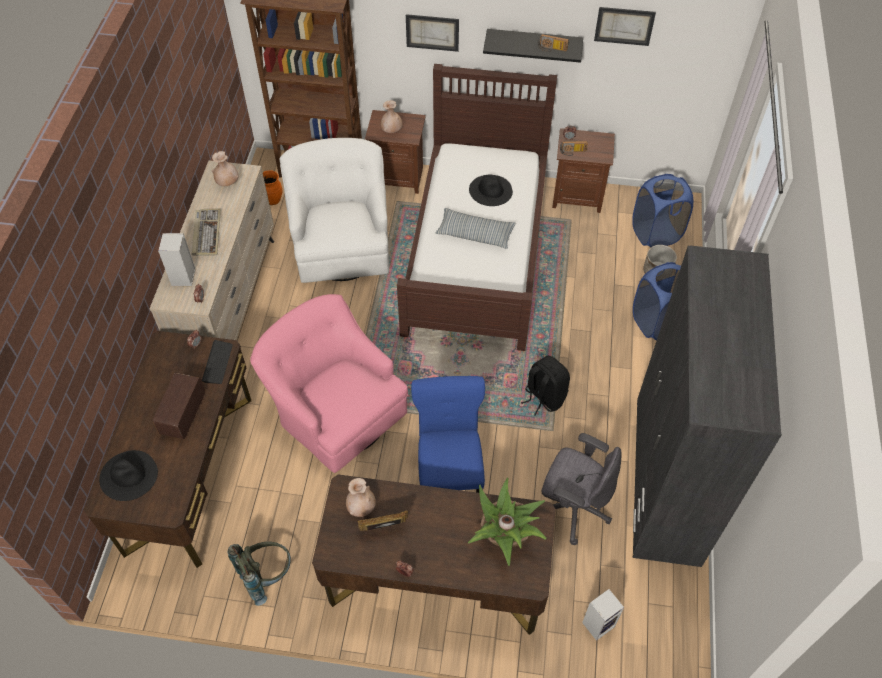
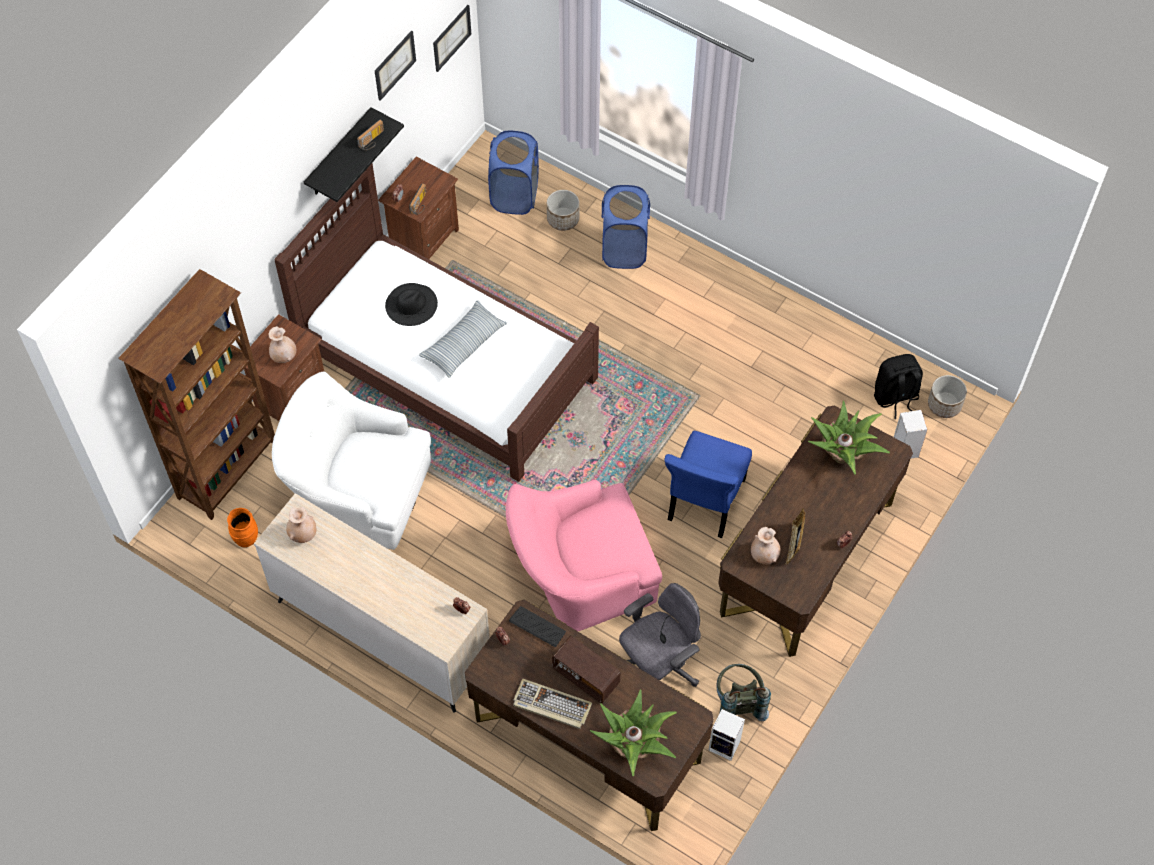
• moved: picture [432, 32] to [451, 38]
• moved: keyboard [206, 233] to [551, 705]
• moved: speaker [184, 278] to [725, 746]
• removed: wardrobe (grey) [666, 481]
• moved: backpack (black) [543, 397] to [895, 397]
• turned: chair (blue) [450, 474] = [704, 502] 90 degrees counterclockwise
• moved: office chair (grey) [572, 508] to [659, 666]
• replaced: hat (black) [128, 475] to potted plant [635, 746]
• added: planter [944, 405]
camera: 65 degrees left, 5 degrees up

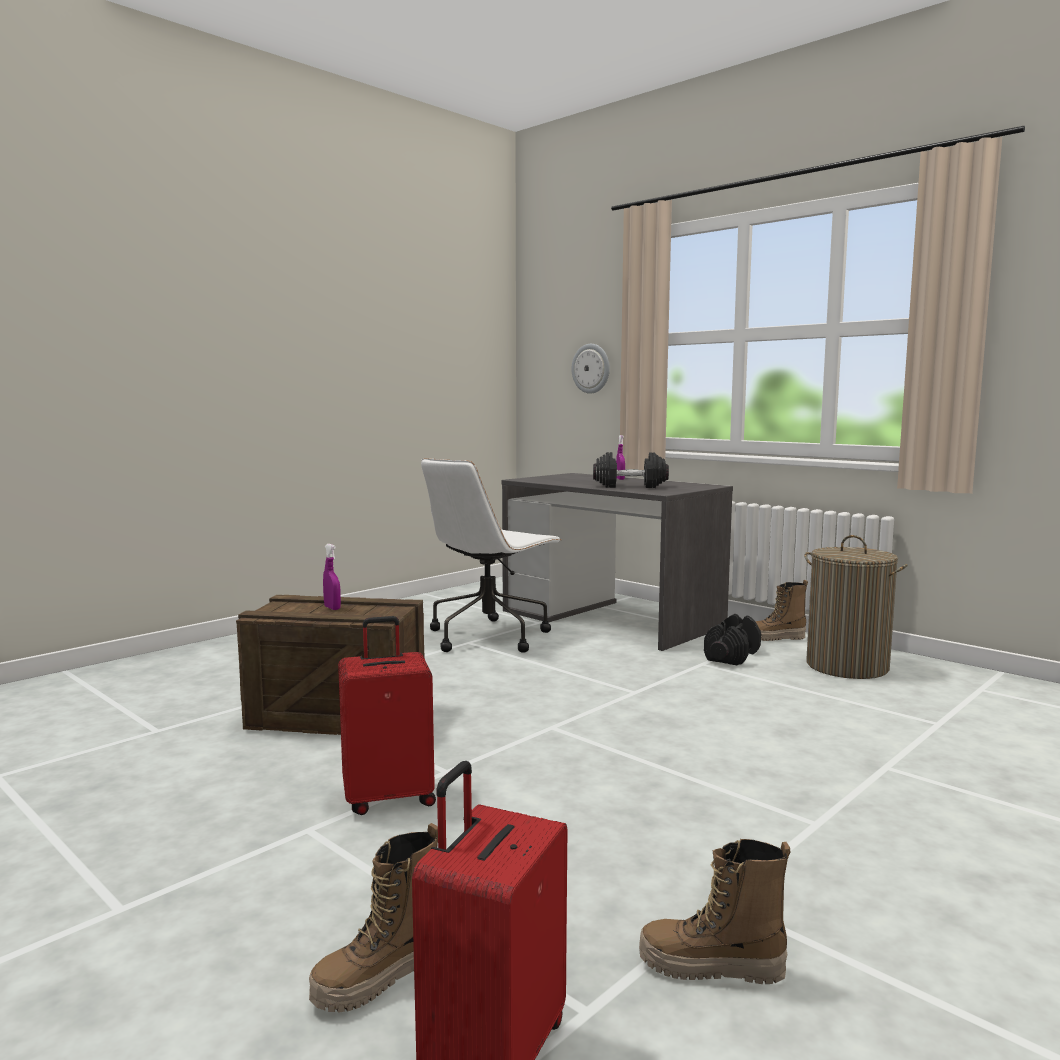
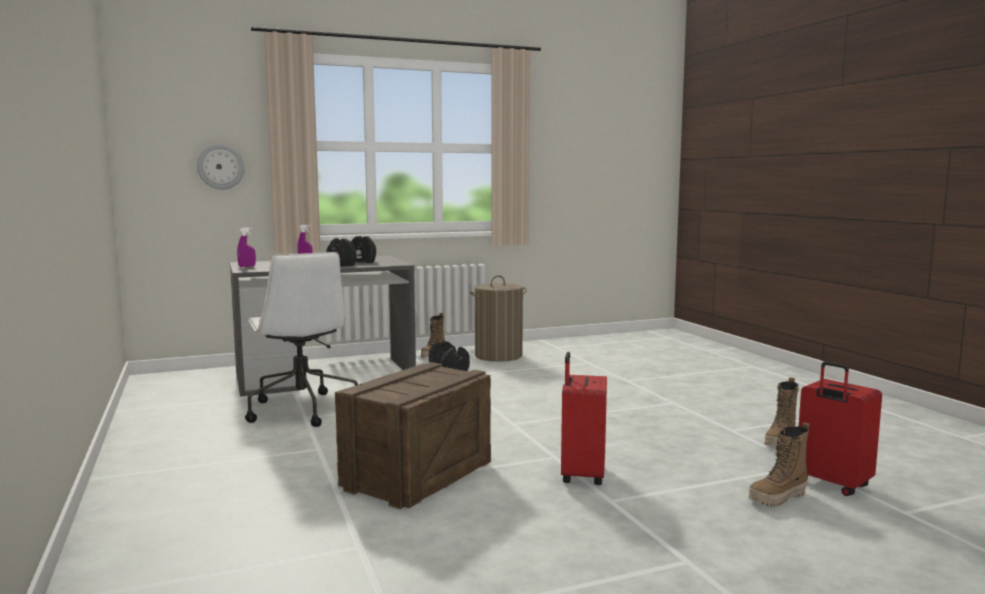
• moved: spray bottle (purple) [332, 608] to [247, 266]
• turned: boot [379, 979] = [778, 498] 75 degrees clockwise
camera: 65 degrees left, 0 degrees up

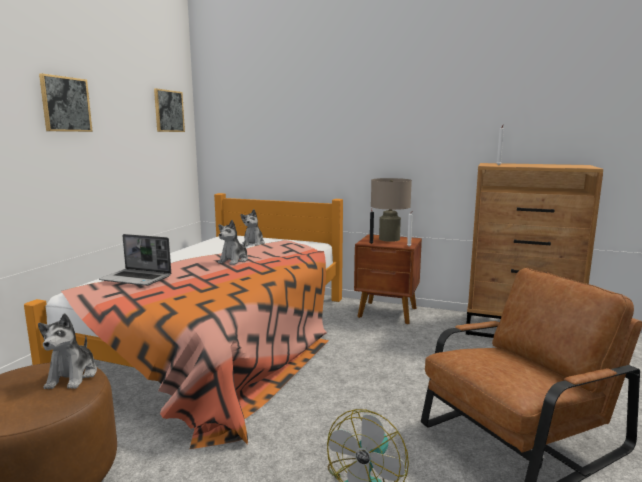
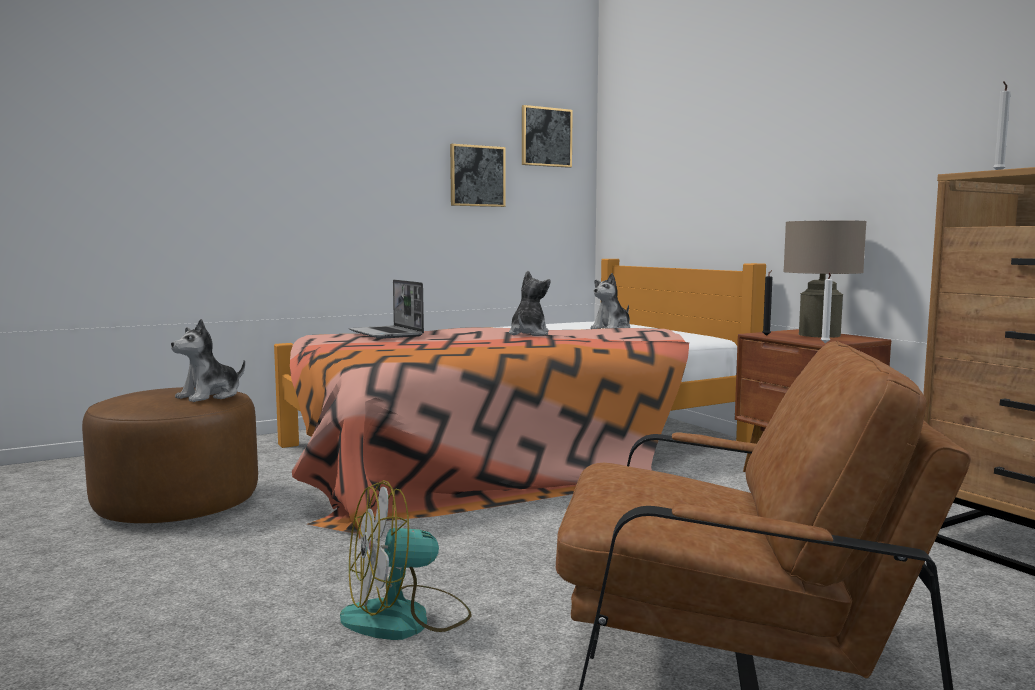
• moved: picture [65, 104] to [477, 176]
• turned: plush toy [234, 260] = [528, 334] 135 degrees clockwise
camera: 40 degrees right, 5 degrees down

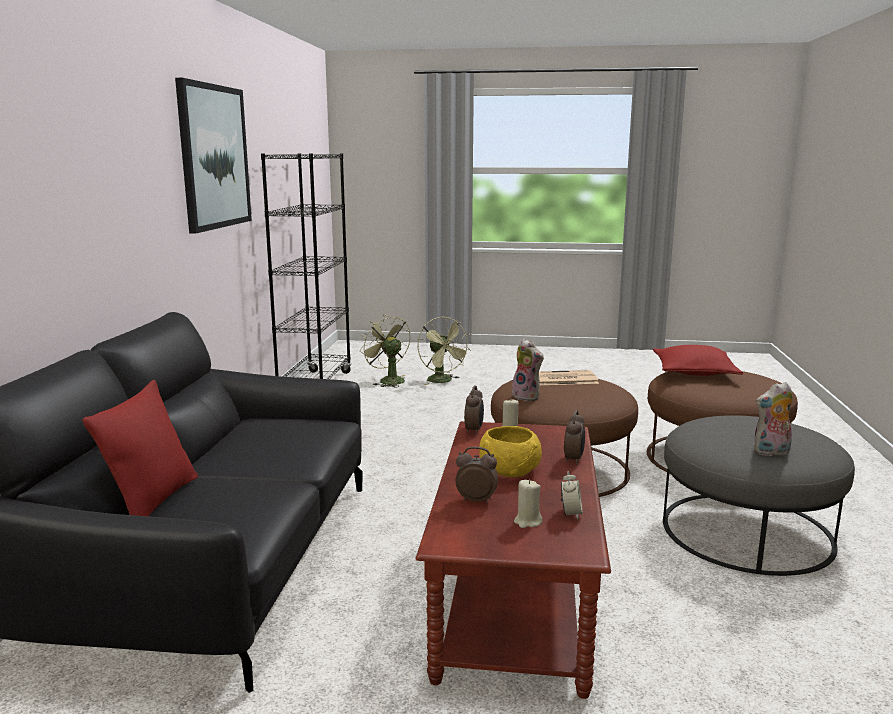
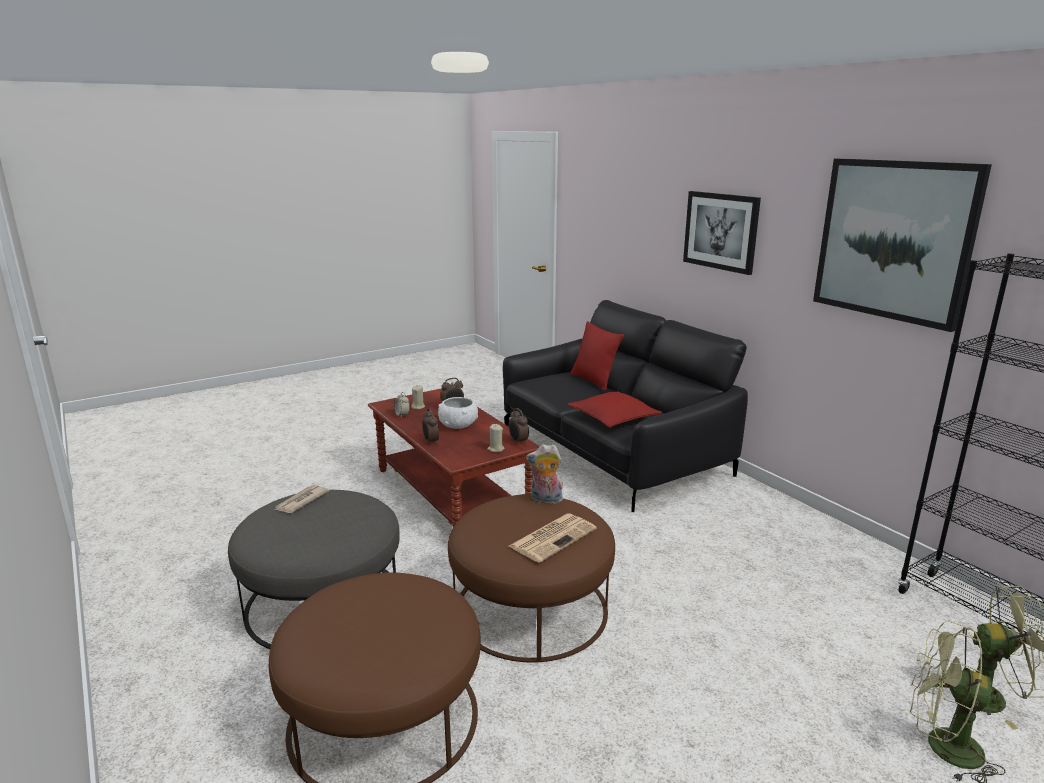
• moved: pillow (red) [694, 372] to [613, 418]
• replaced: plush toy [771, 453] to newspaper [301, 501]
• recoloured: bowl (yellow) [510, 470] to bowl (white) [458, 425]
• added: picture [721, 231]
camera: 140 degrees right, 5 degrees up

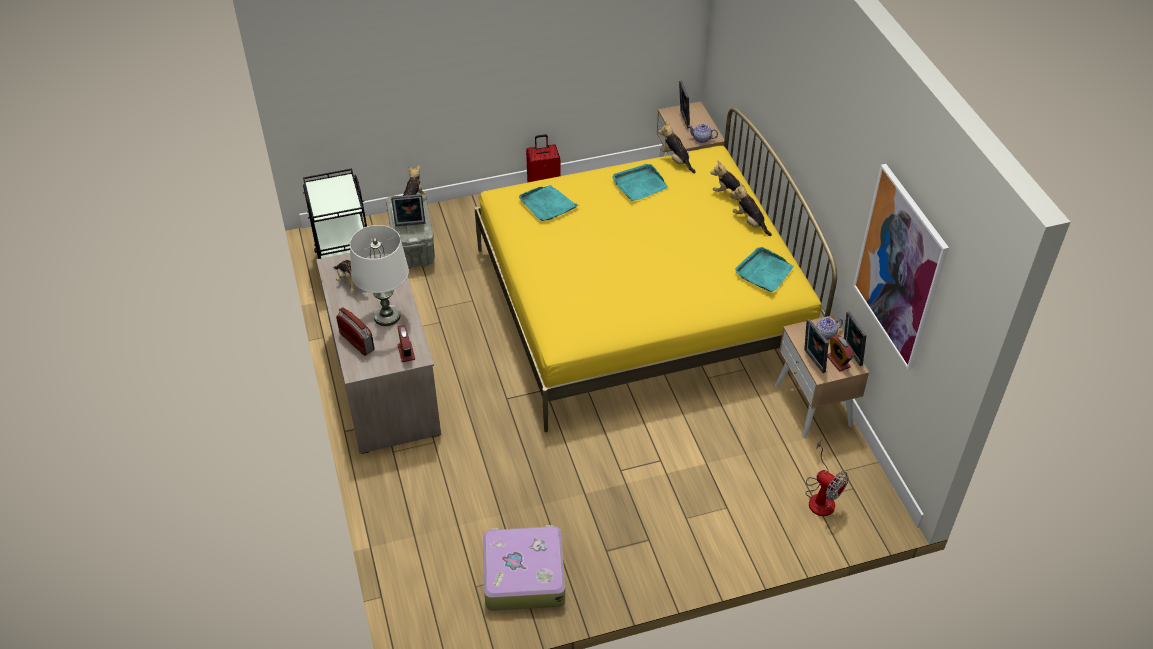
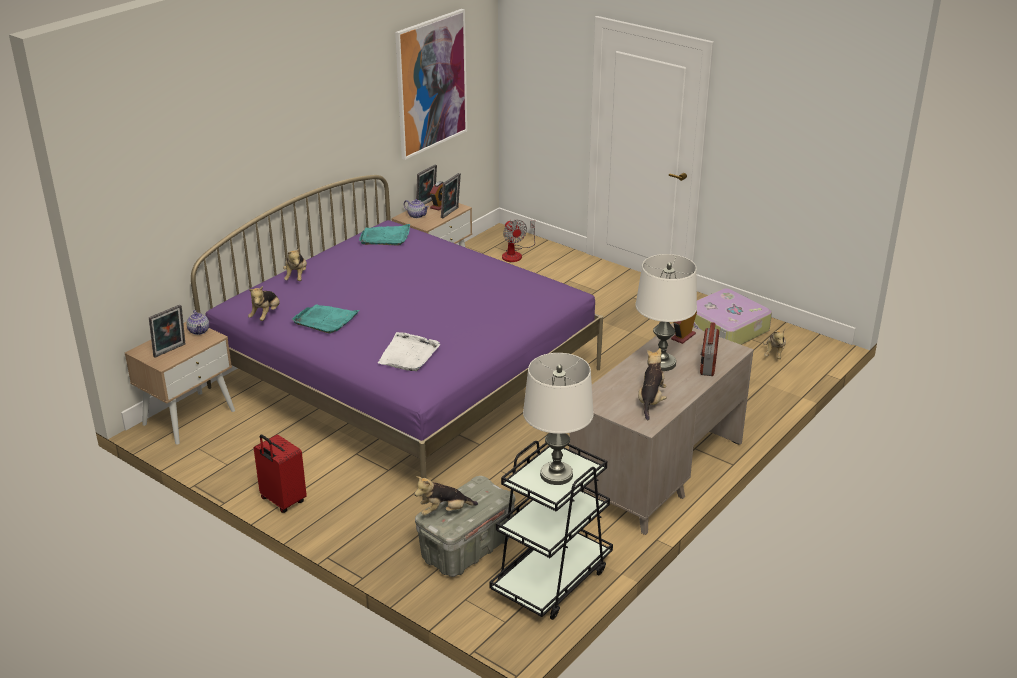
• recoloured: bed (yellow) [641, 306] to bed (purple) [406, 378]
• moved: plush toy [750, 222] to [774, 353]
• recoloured: tray (turquoise) [547, 205] to tray (white) [408, 354]
• removed: picture frame [410, 225]
• turned: fan [821, 497] = [515, 254] 150 degrees clockwise
• added: table lamp (white) [556, 474]
camera: 125 degrees left, 15 degrees down

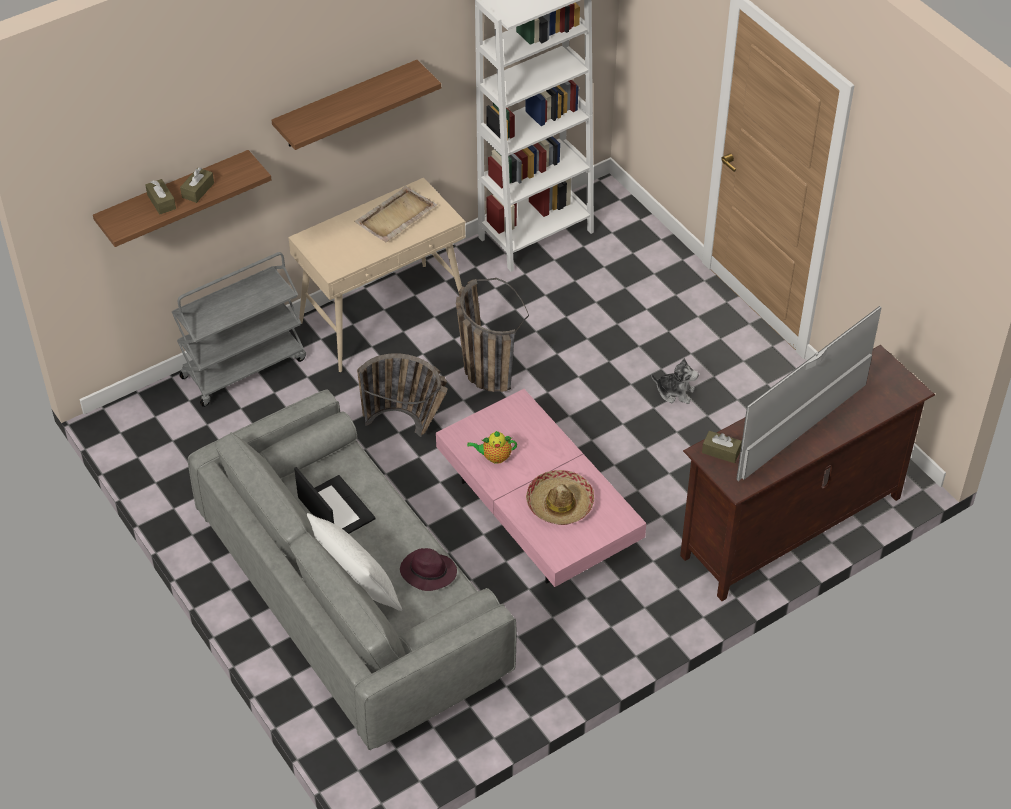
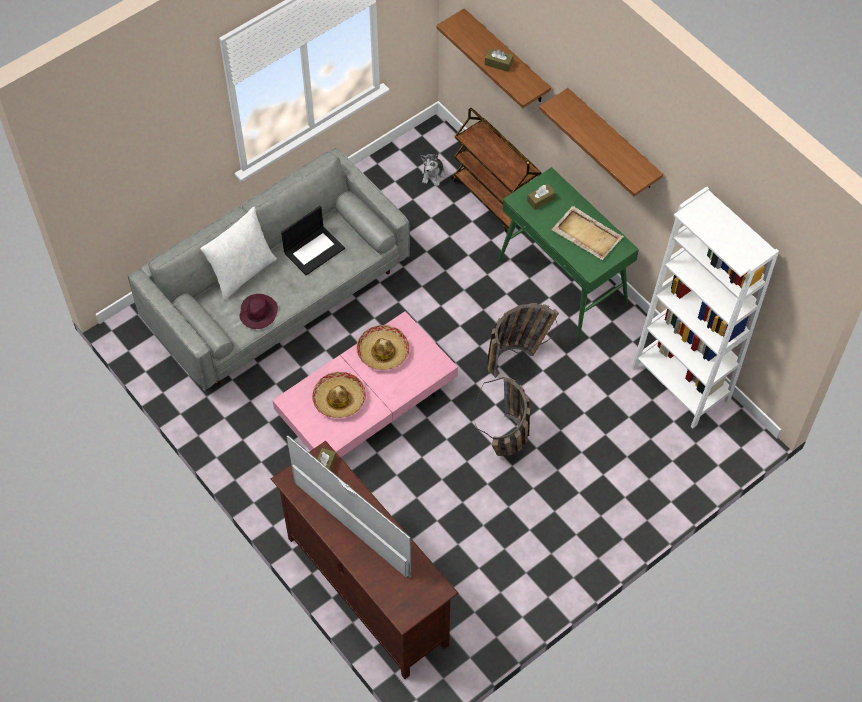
• recoloured: console table (beige) [384, 317] to console table (green) [563, 282]
• moved: tissue box (brown) [161, 202] to [541, 200]
• recoloured: cart (grey) [244, 367] to cart (brown) [495, 199]
• moved: basket [408, 426] to [507, 445]
• moved: plush toy [675, 392] to [433, 174]
• replaced: teapot [494, 457] to hat [383, 352]
camera: 85 degrees right, 10 degrees up

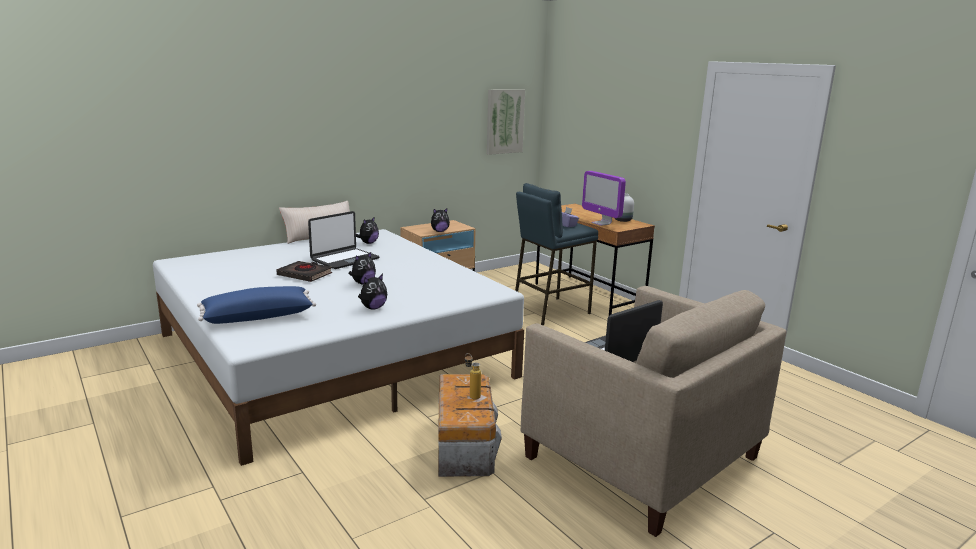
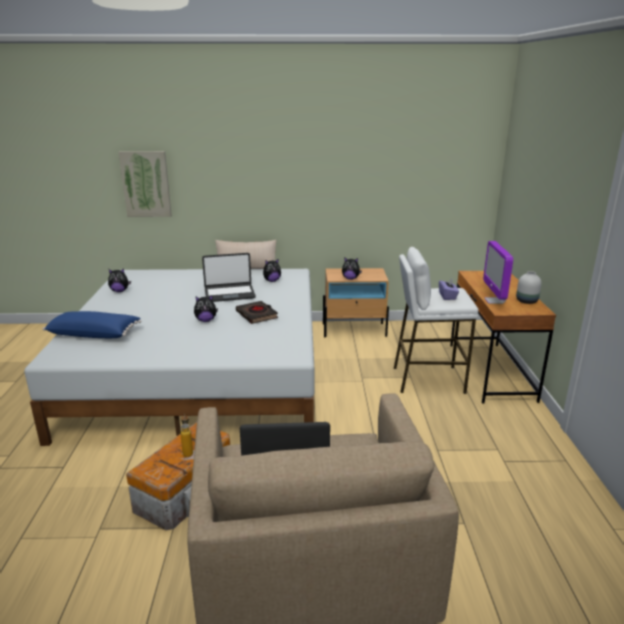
• moved: picture [504, 121] to [146, 184]
• recoloured: stool (blue) [550, 311] to stool (white) [427, 379]
• moved: book (black) [305, 275] to [257, 315]
• moved: plush toy [373, 308] to [120, 291]
camera: 35 degrees right, 5 degrees up

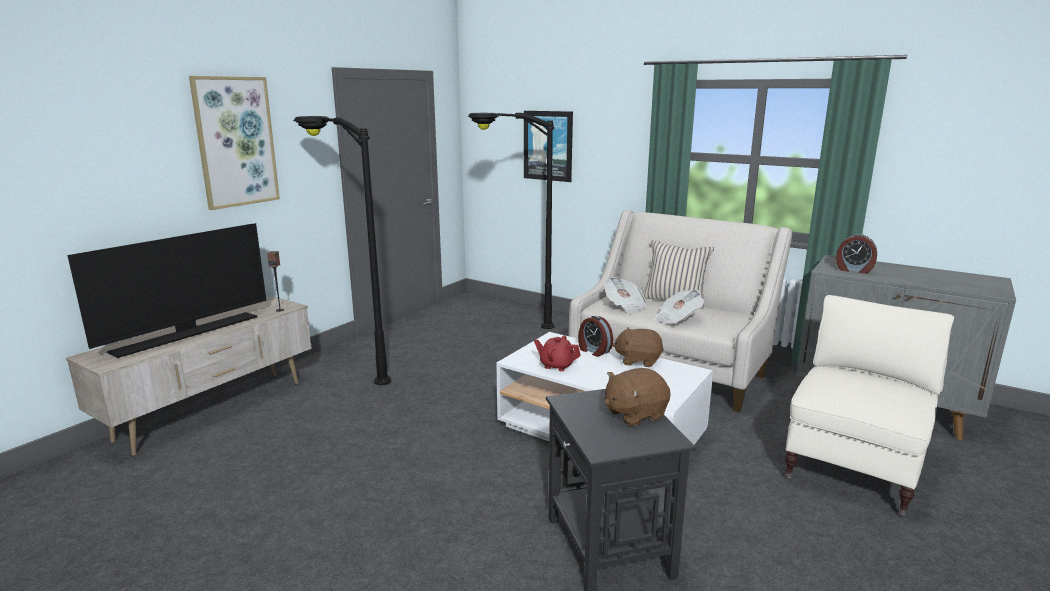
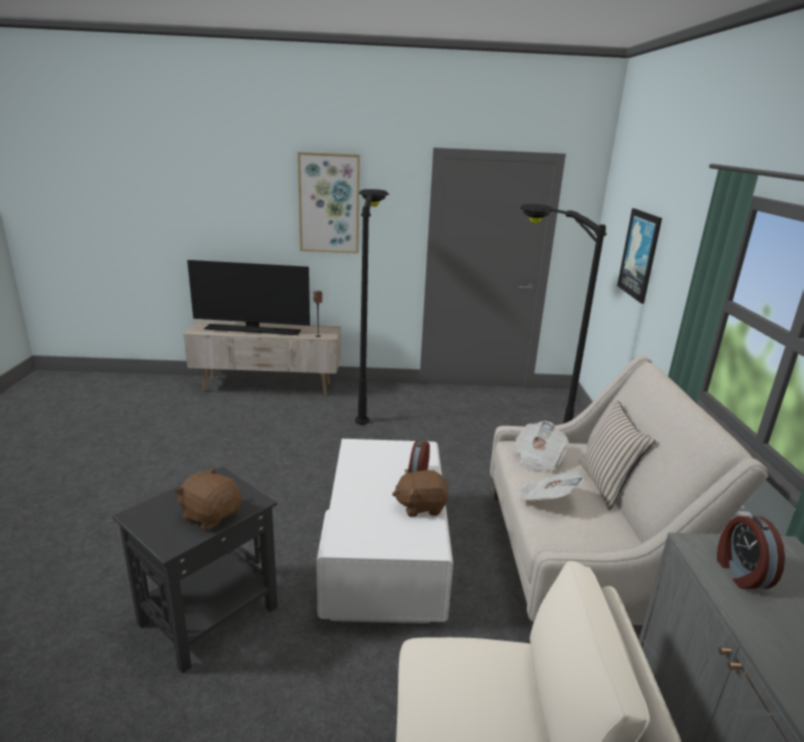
• turned: plush toy (brown) [638, 360] = [420, 506] 75 degrees counterclockwise
• removed: teapot (red) [556, 365]
camera: 55 degrees right, 5 degrees up

